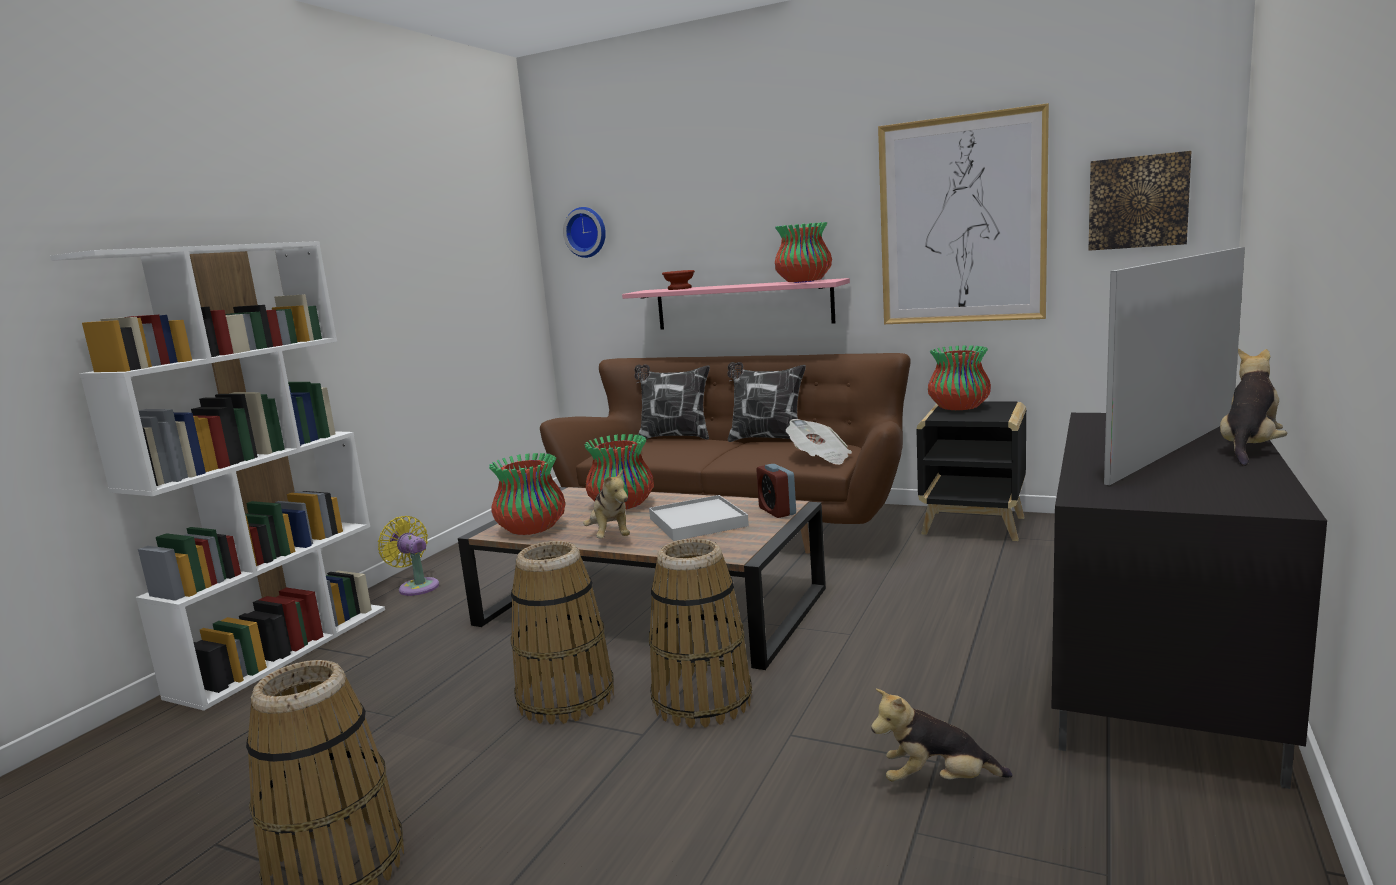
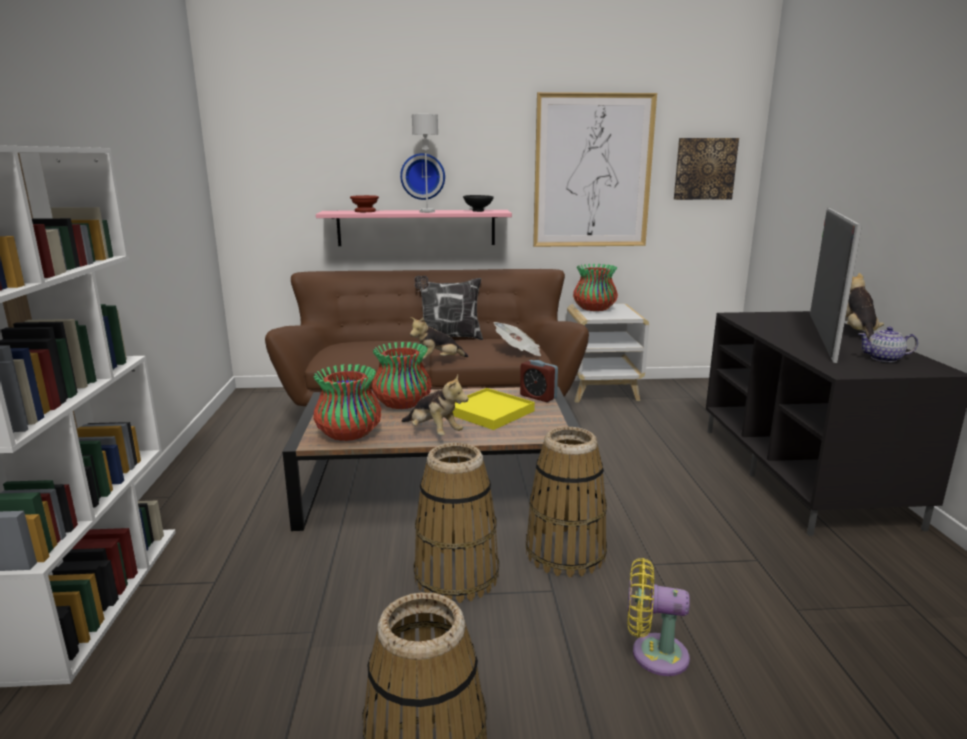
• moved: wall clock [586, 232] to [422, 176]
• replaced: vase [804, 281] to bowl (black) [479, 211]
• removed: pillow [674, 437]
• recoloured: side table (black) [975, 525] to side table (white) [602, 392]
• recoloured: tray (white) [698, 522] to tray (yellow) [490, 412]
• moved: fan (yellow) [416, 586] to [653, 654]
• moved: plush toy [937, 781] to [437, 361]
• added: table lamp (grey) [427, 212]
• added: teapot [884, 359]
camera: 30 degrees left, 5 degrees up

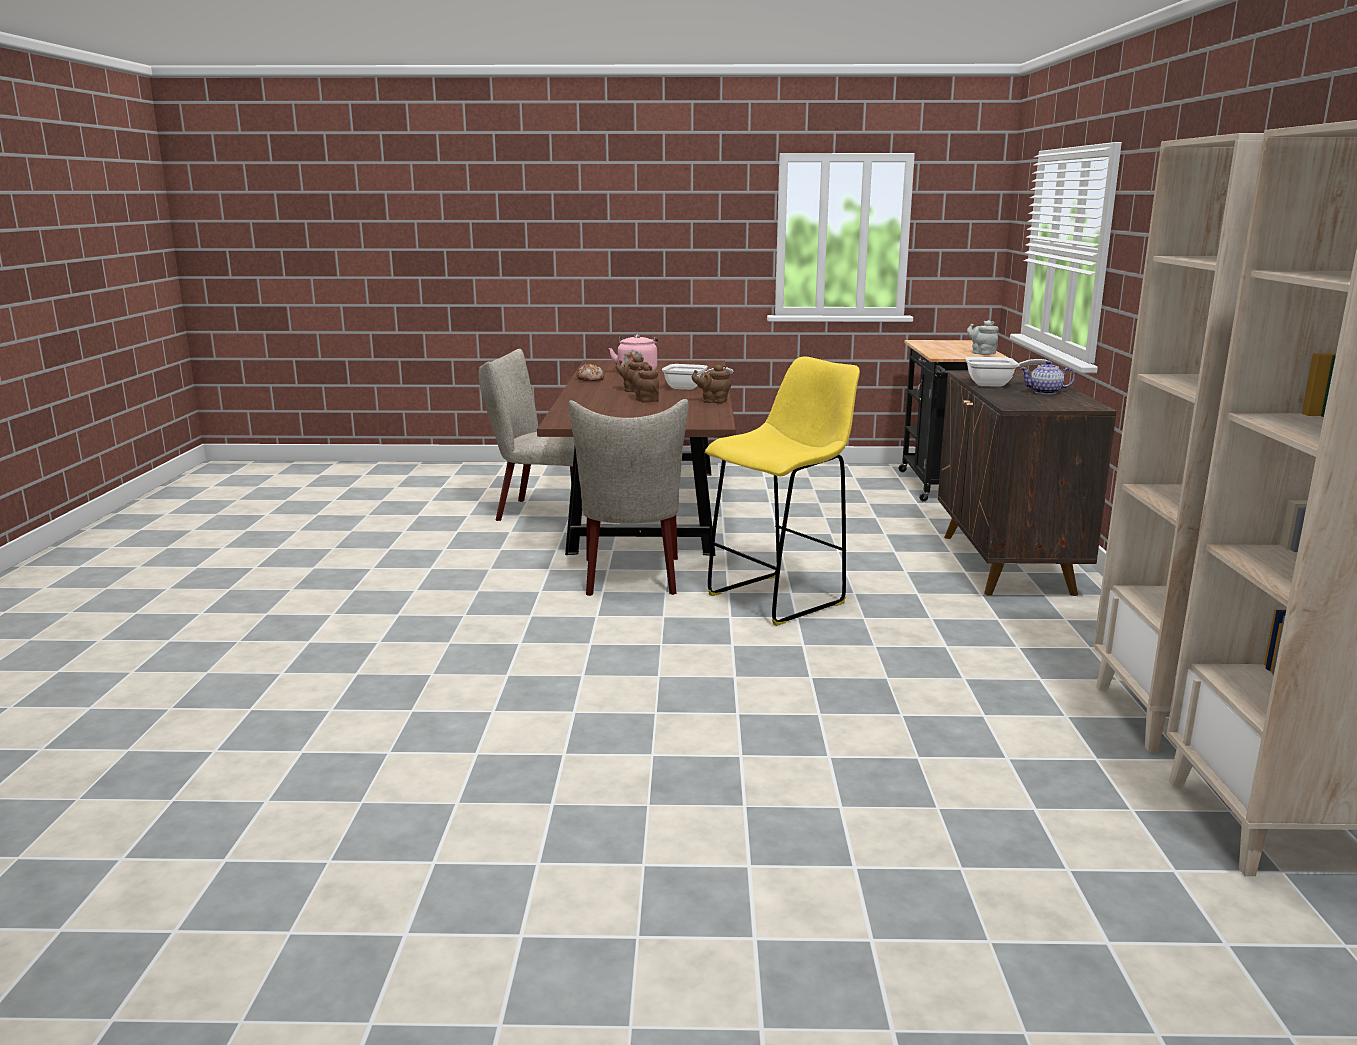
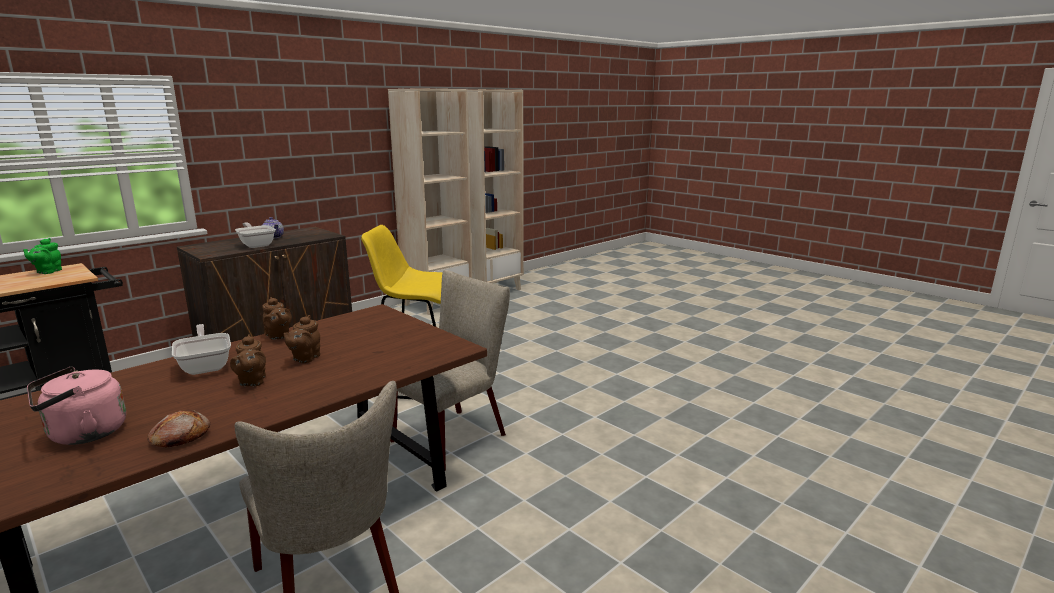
• recoloured: teapot (grey) [982, 353] to teapot (green) [47, 272]
camera: 135 degrees left, 0 degrees up

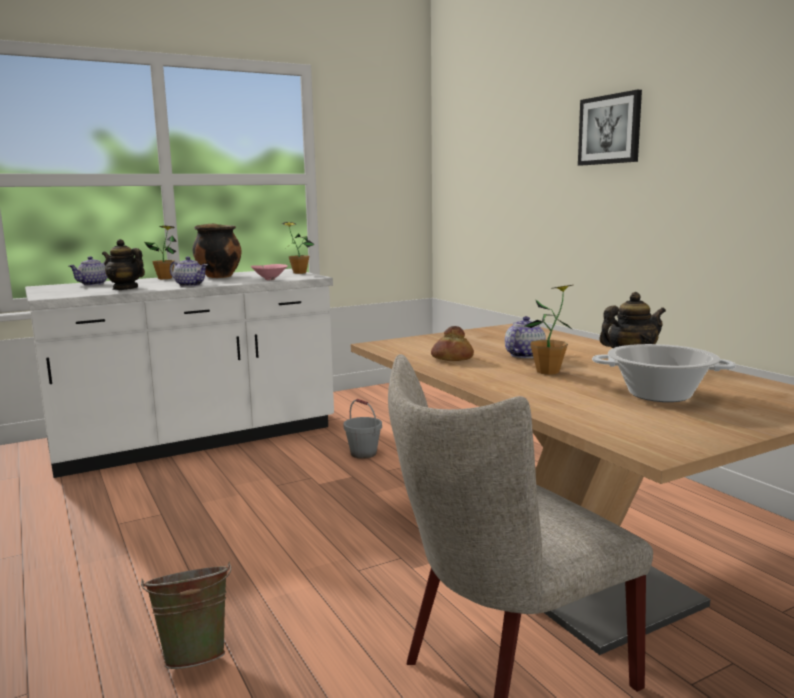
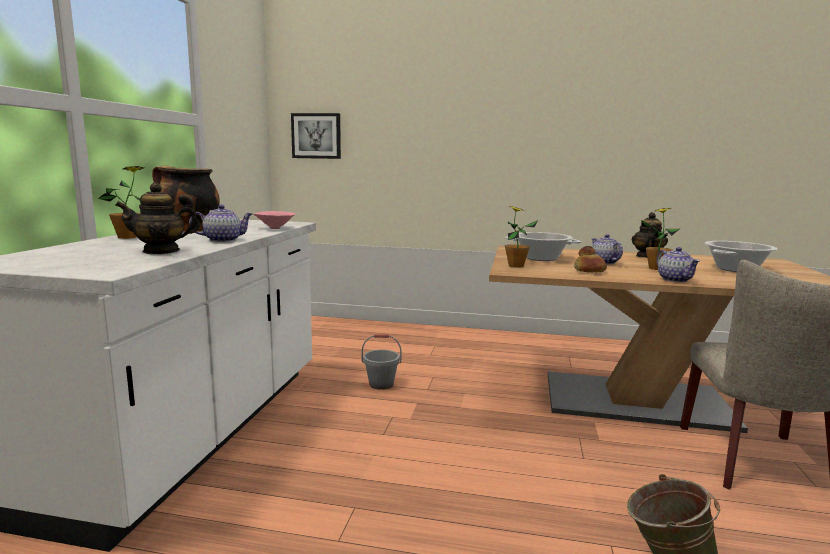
• moved: picture [610, 129] to [316, 136]
• moved: potted plant [299, 273] to [516, 266]
• moved: teapot [93, 284] to [675, 280]
• added: cooking pot [541, 258]
camera: 50 degrees left, 0 degrees up

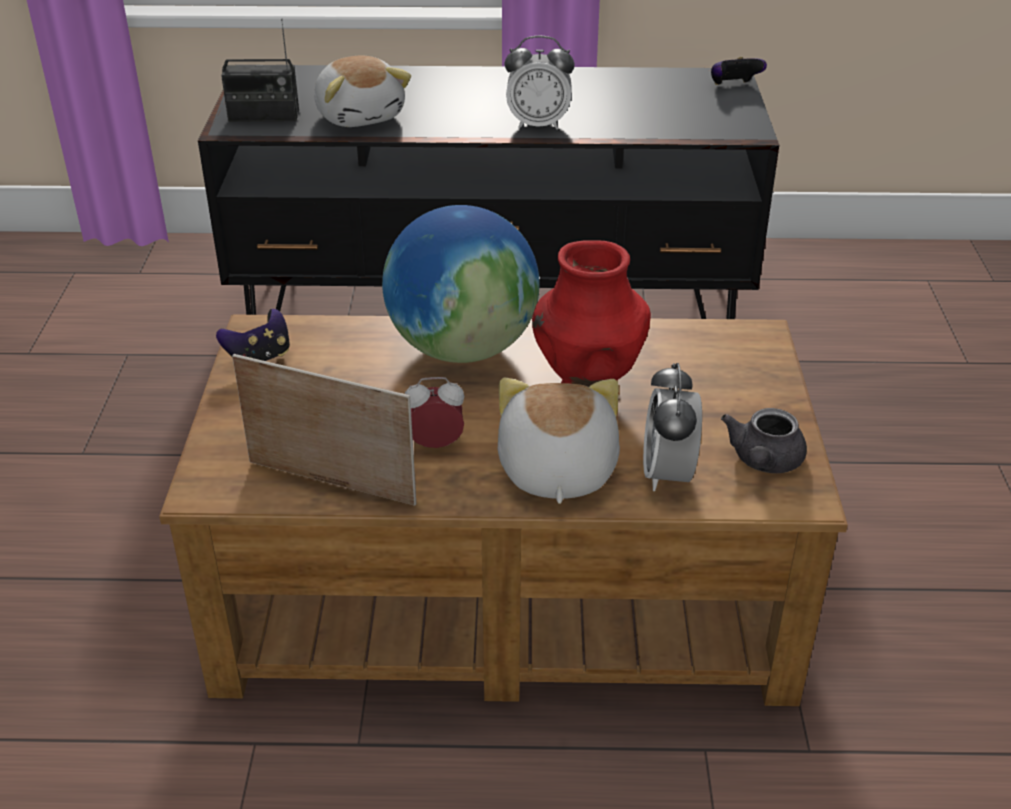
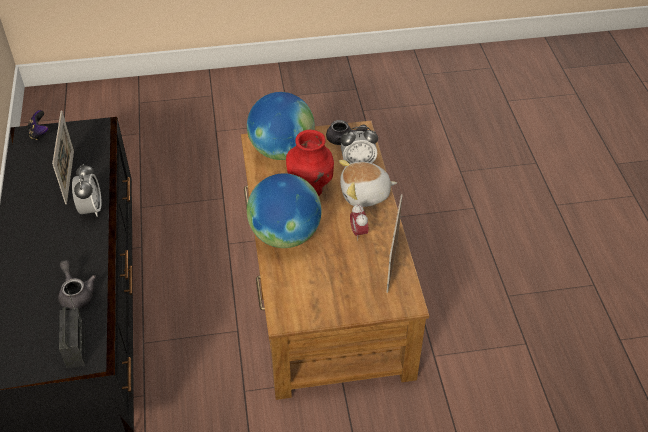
• replaced: plush toy [360, 115] to teapot (grey) [76, 294]
• removed: game controller [260, 358]
• added: globe [281, 150]
• added: picture frame [69, 177]
camera: 100 degrees left, 10 degrees up

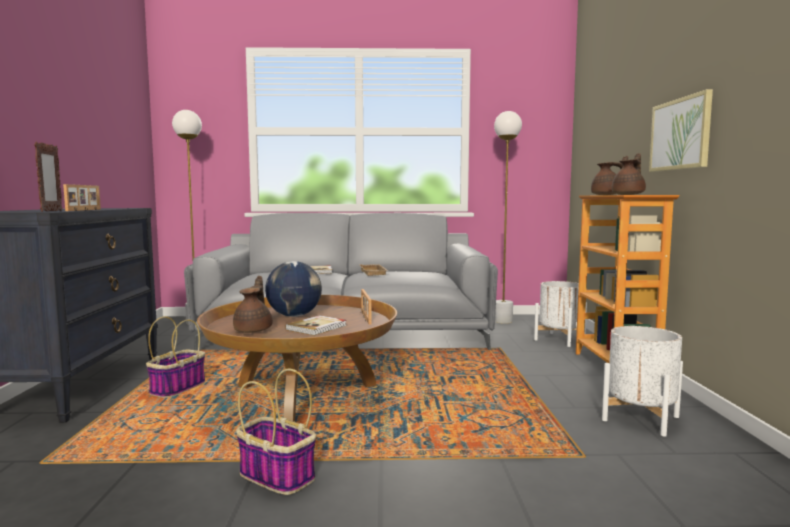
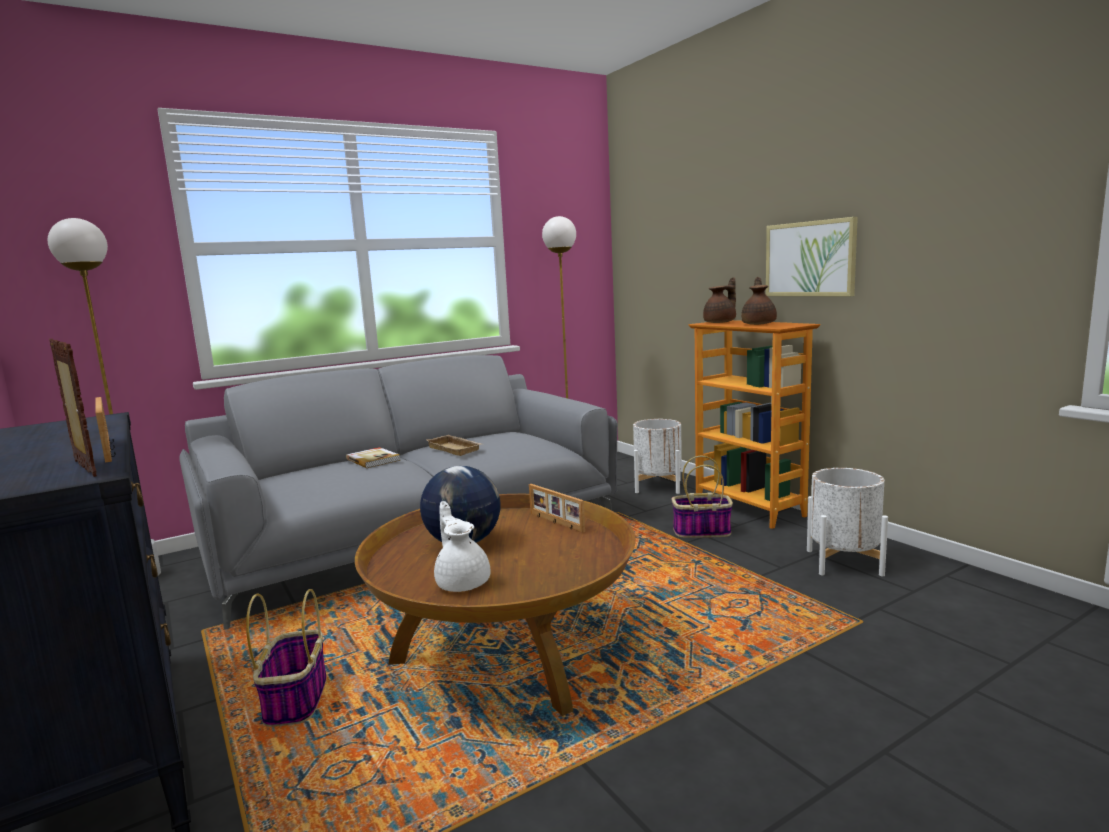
• recoloured: teapot (brown) [254, 330] to teapot (white) [462, 582]
• removed: book [317, 327]
• moved: basket [275, 476] to [701, 532]
camera: 30 degrees left, 5 degrees up

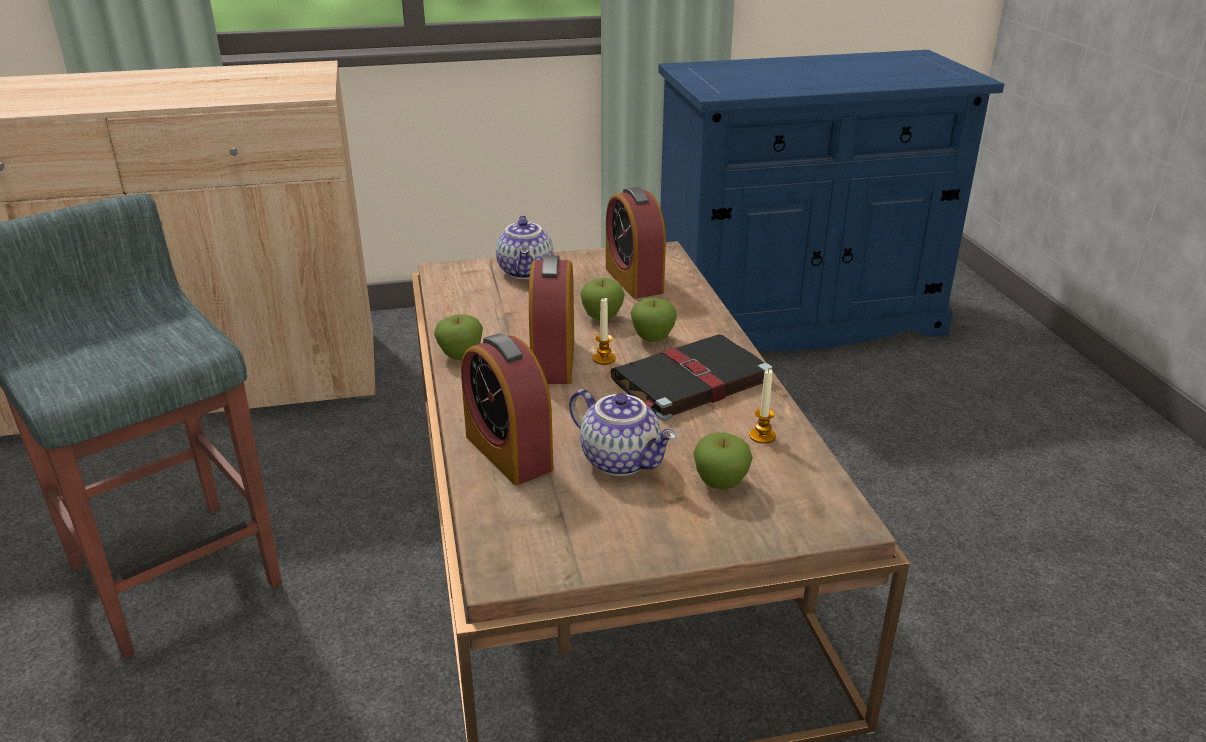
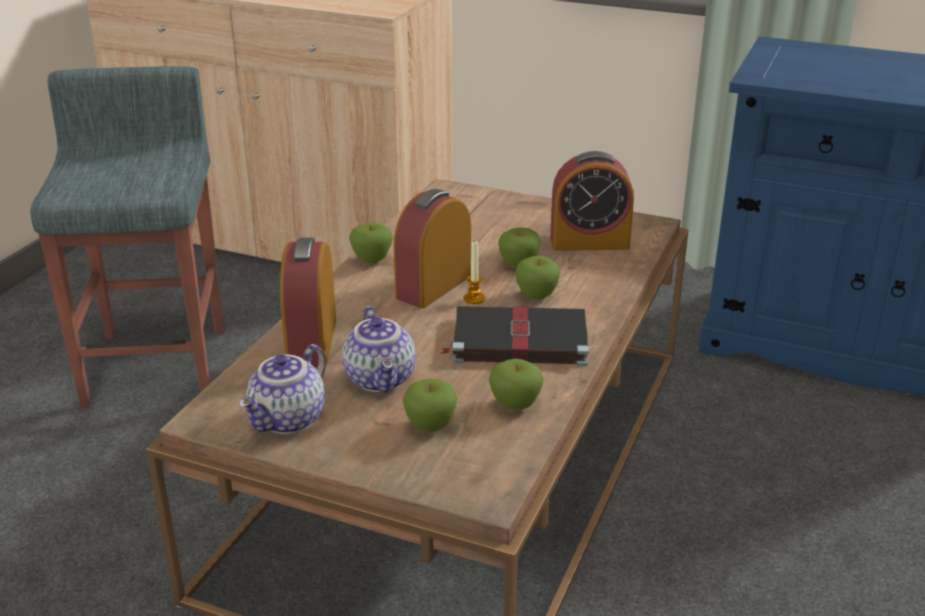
• turned: alarm clock [634, 280] = [589, 242] 105 degrees counterclockwise
• moved: teapot [527, 272] to [289, 420]
• replaced: candle [762, 436] to apple [515, 405]
camera: 35 degrees right, 0 degrees up

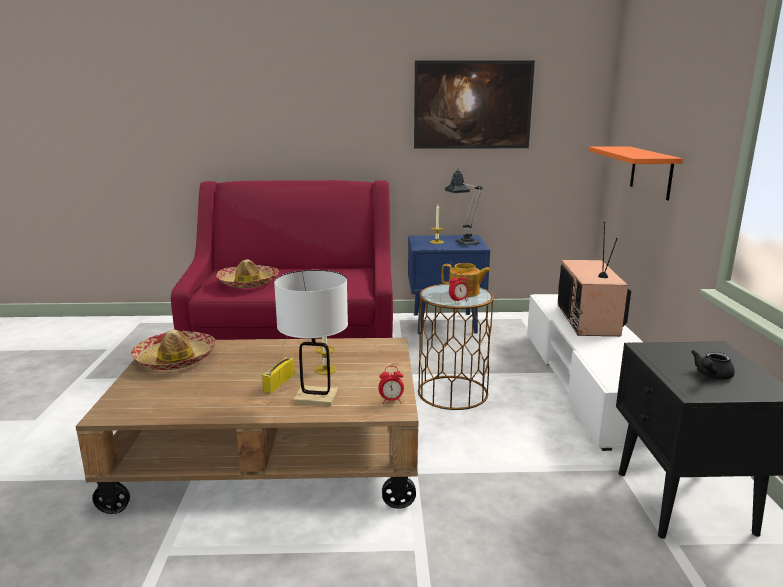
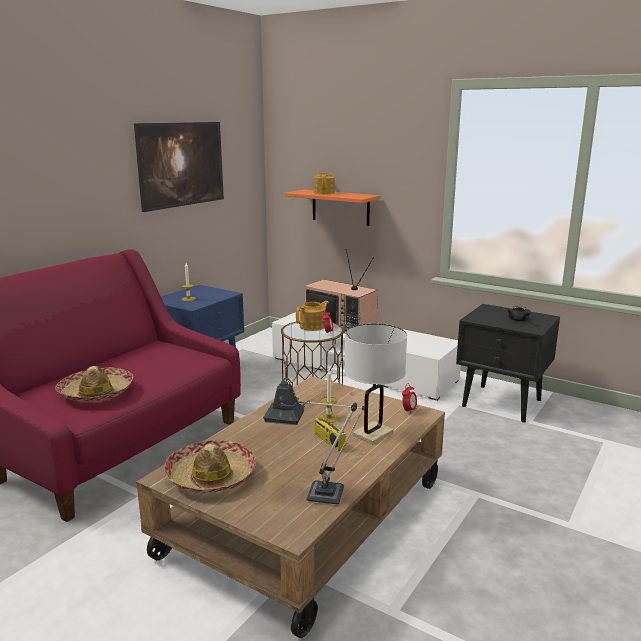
• moved: table lamp [464, 242] to [315, 493]
• added: teapot [324, 193]
camera: 55 degrees left, 0 degrees up

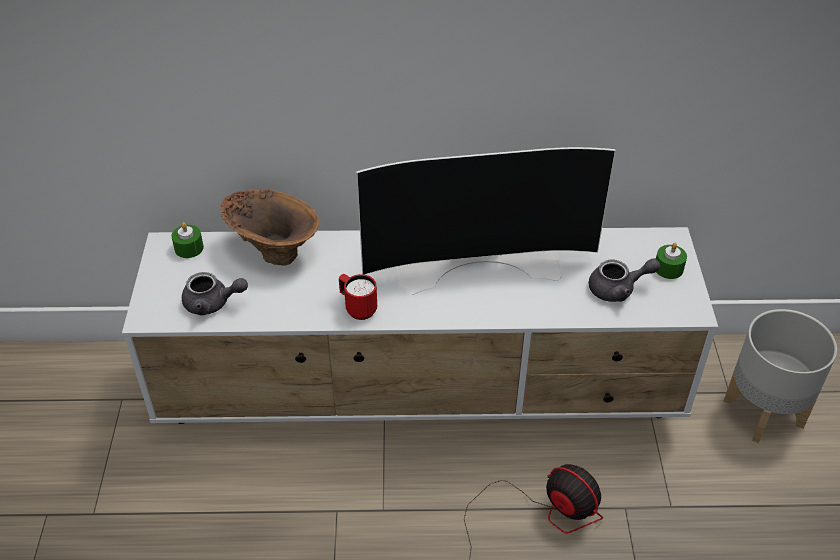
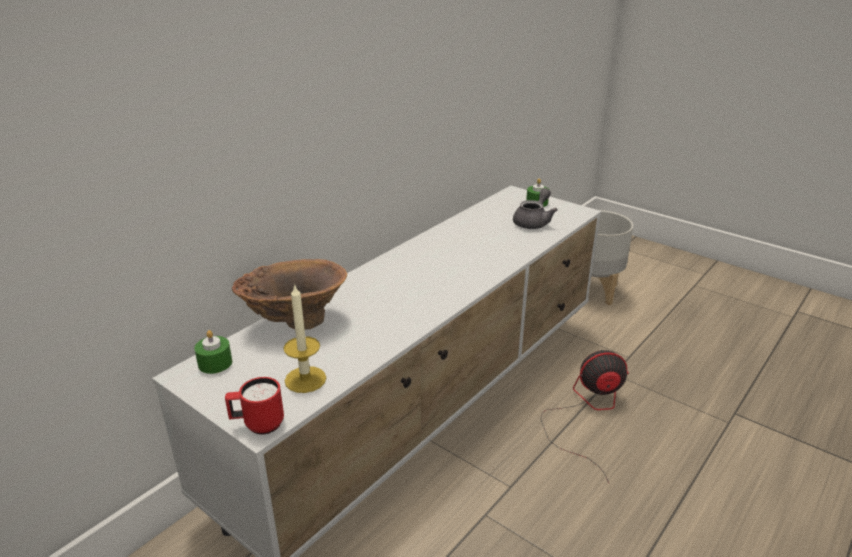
• removed: television [479, 261]
• replaced: teapot (grey) [213, 303] to candle [305, 379]
• moved: mug (red) [357, 308] to [258, 425]
camera: 50 degrees left, 15 degrees down

